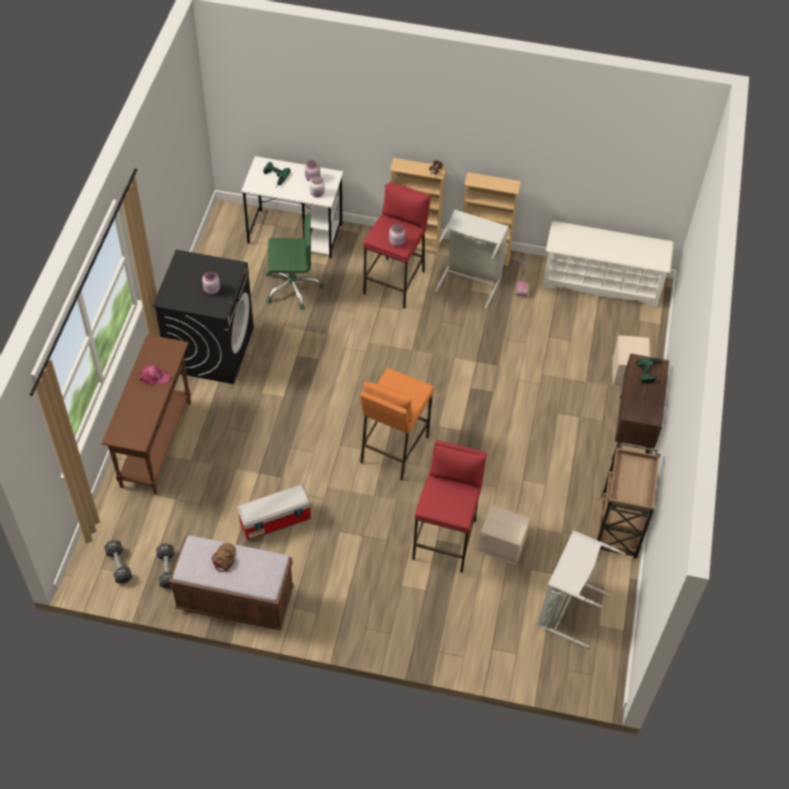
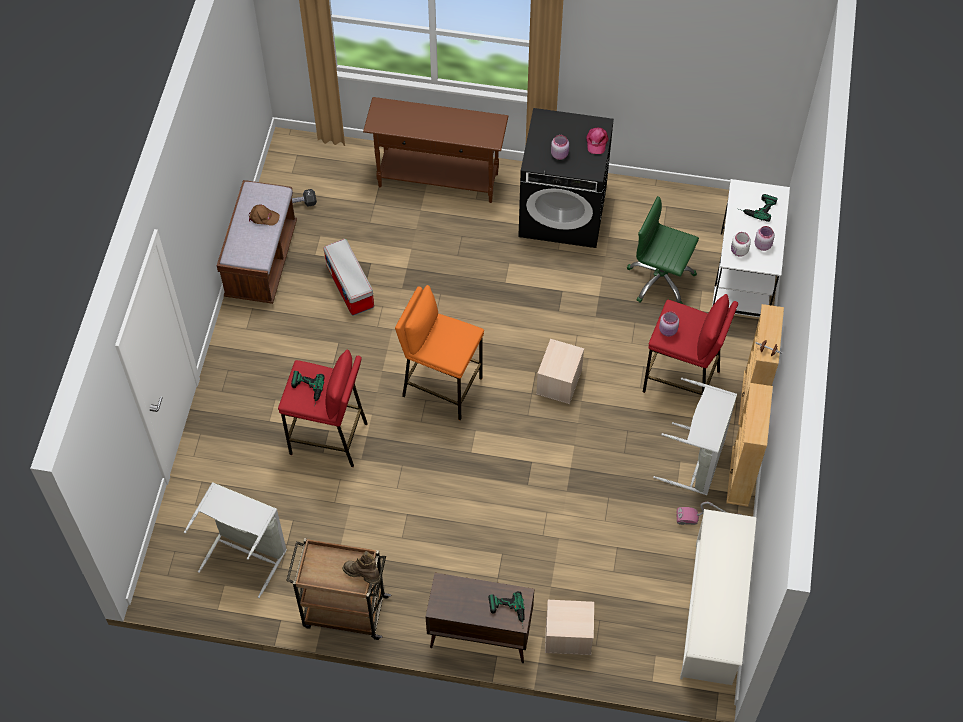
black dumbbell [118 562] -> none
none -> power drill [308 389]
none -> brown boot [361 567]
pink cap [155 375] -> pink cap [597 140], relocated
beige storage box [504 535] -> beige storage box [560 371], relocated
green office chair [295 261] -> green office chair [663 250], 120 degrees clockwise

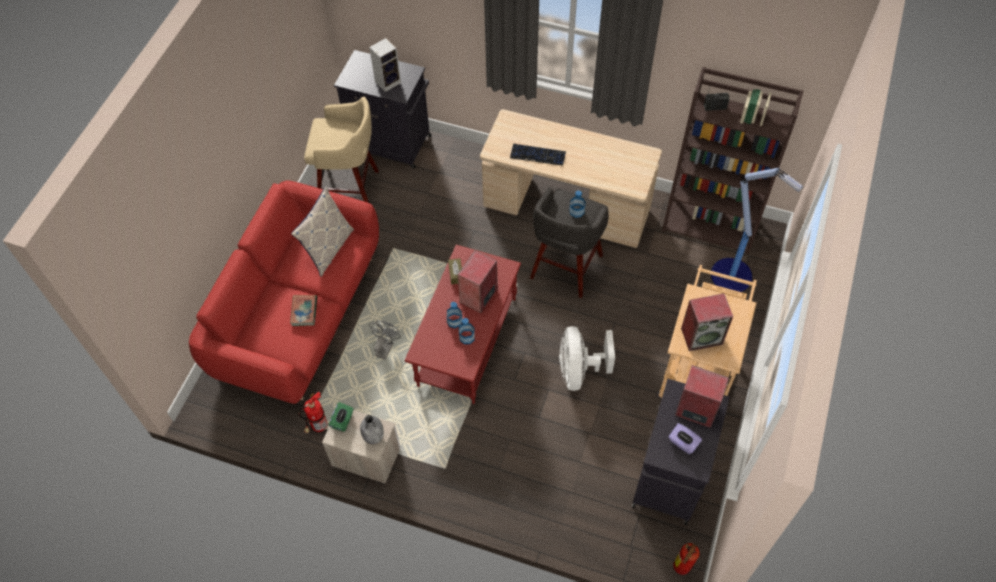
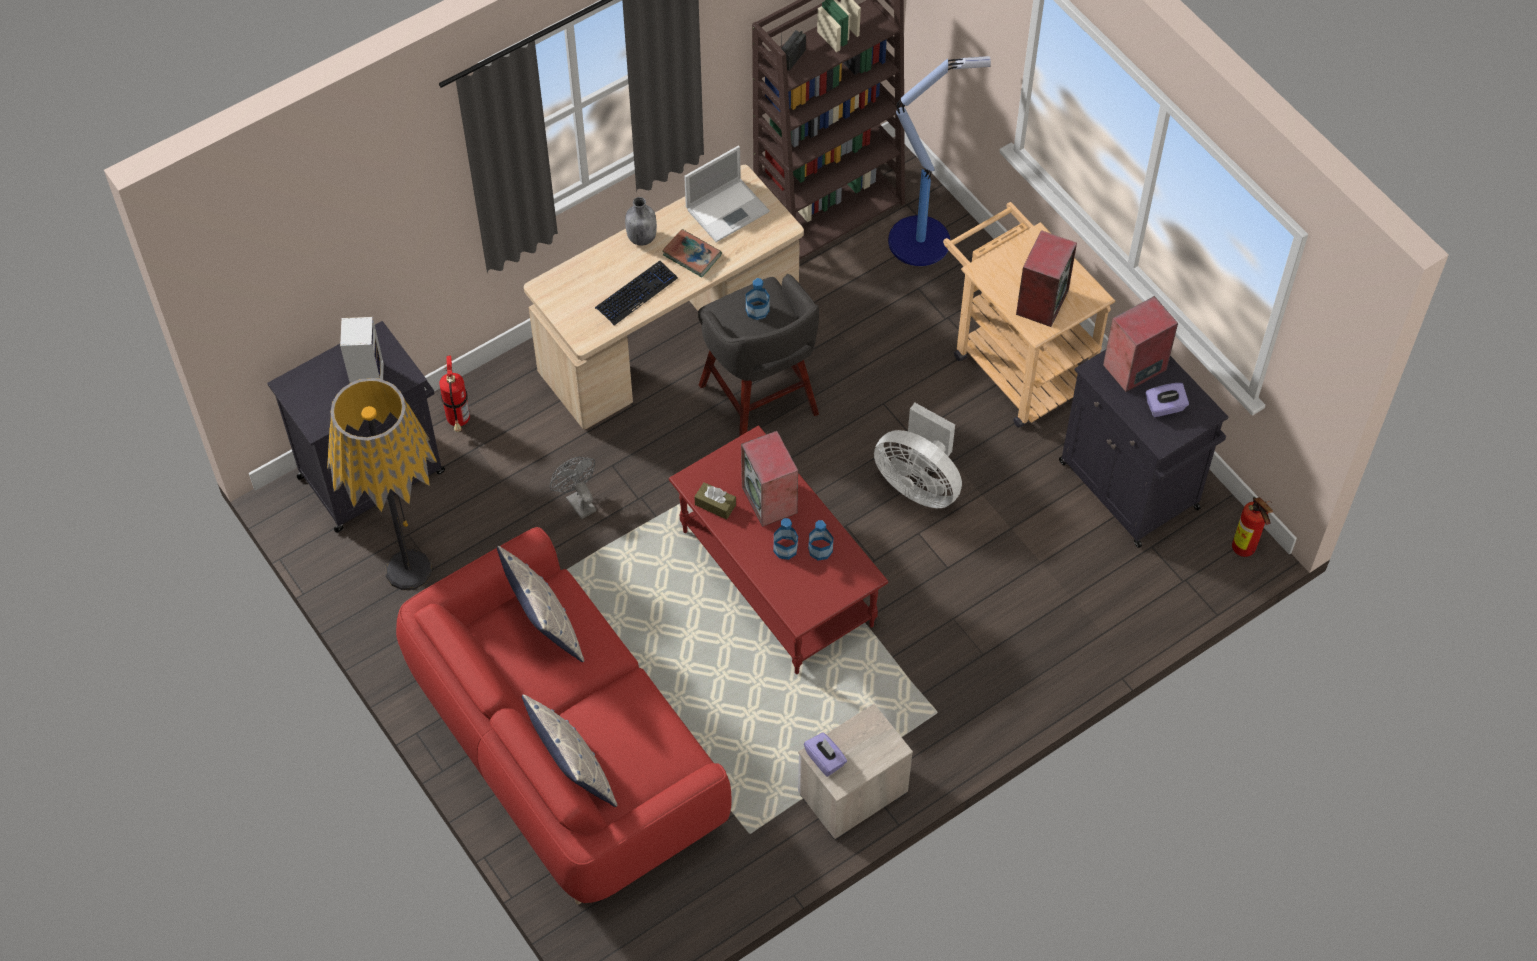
none -> pillow [569 751]
none -> laptop [727 194]
book [303 310] -> book [692 253], relocated
fire extinguisher [312 412] -> fire extinguisher [454 393], relocated
grey bottle [372 429] -> grey bottle [641 221], relocated
grey fan [385 340] -> grey fan [573 488], relocated
beige stool [341 149] -> floor lamp [382 484]
green tissue box [341 417] -> purple tissue box [825 754]

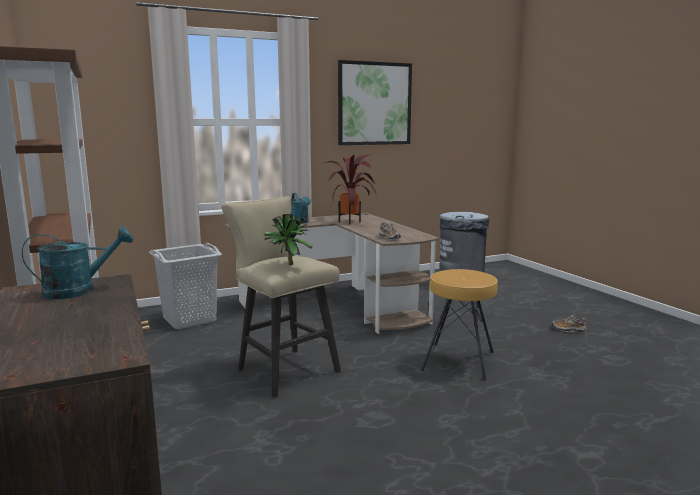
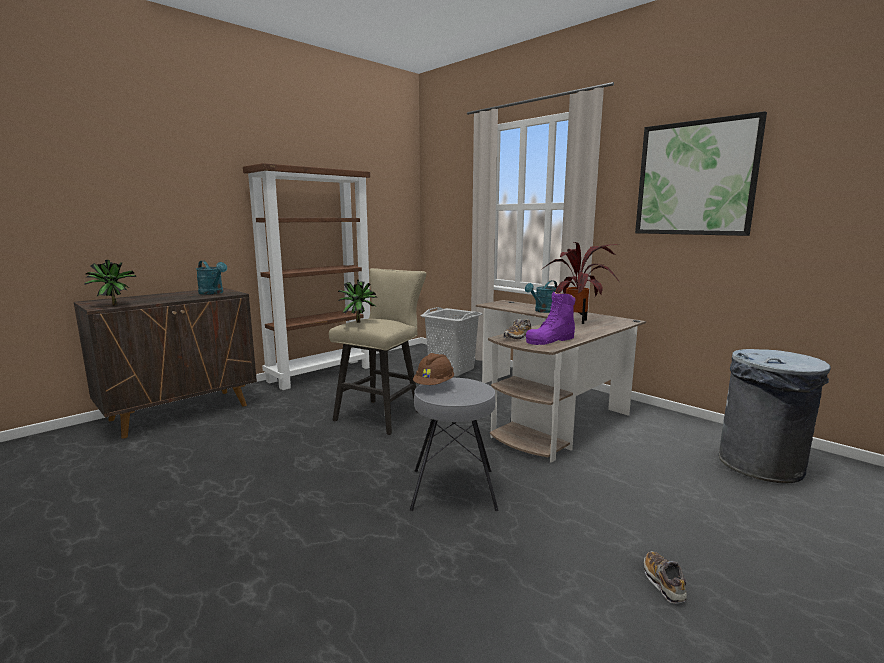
none -> potted plant [110 283]
none -> brown hard hat [433 369]
none -> purple boot [550 318]
brown stool [459 325] -> grey stool [454 444]

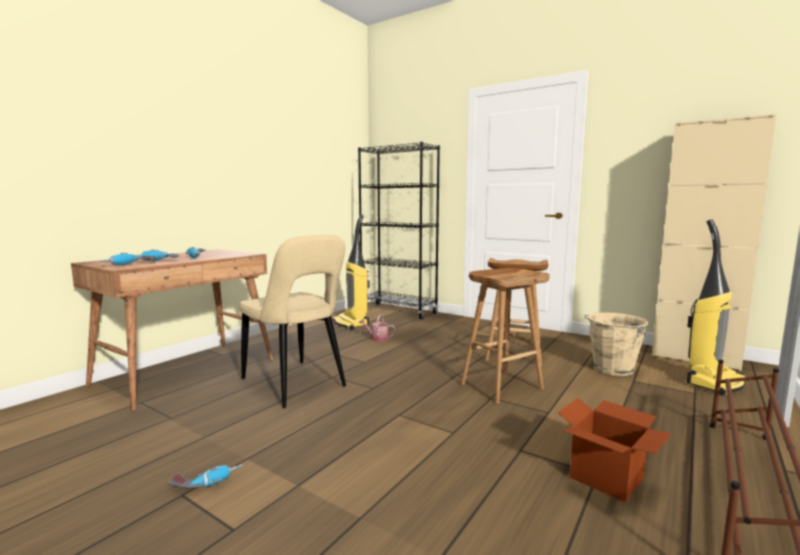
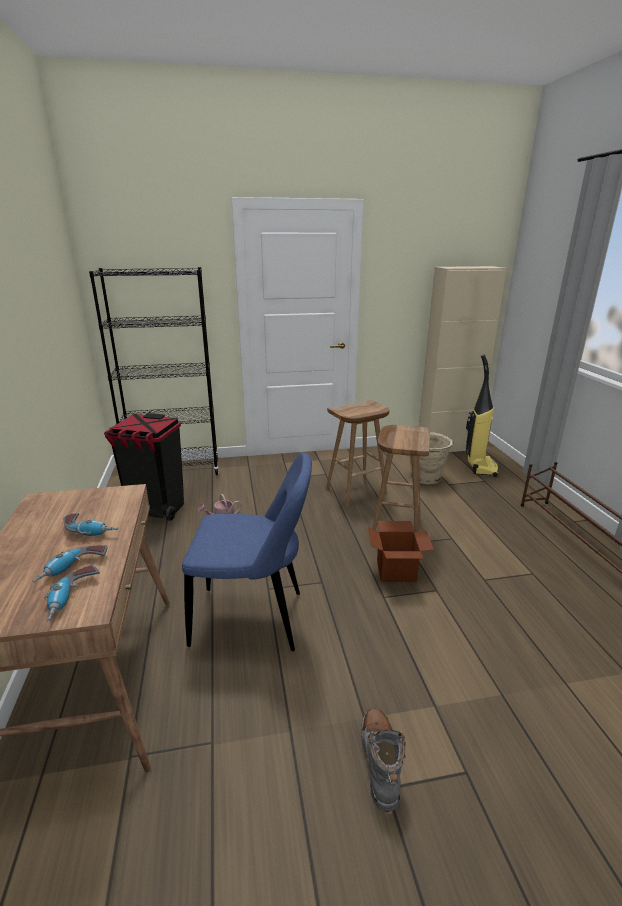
cardboard box [614 450] -> cardboard box [401 551], relocated
power drill [205 476] -> grey boot [383 760]
vacuum cleaner [351 272] -> black trash can [144 467]
beige chair [292 321] -> blue chair [247 552]

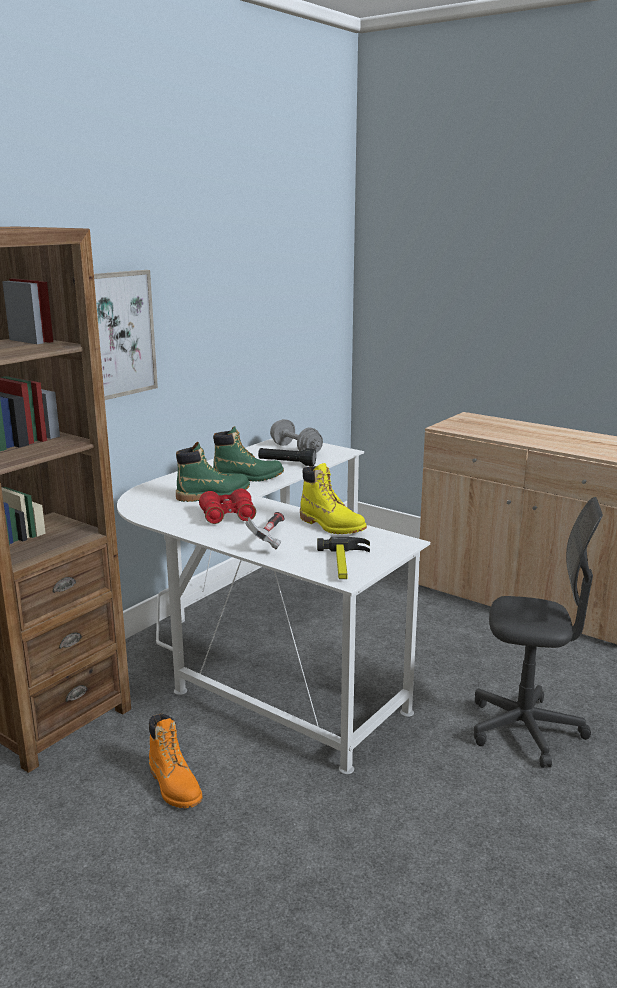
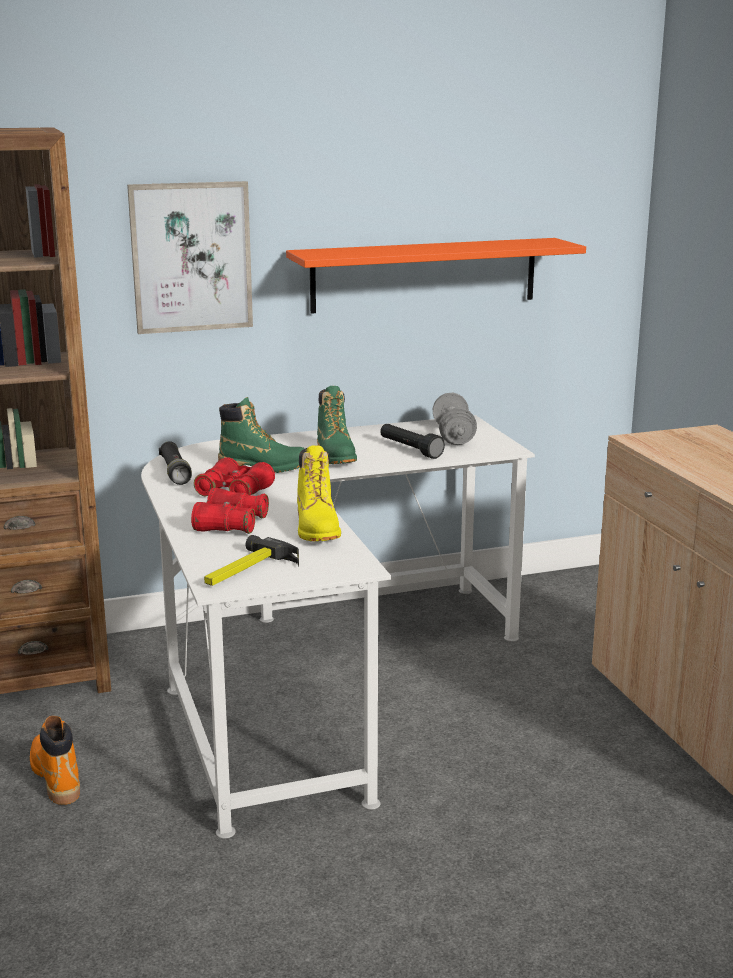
grey office chair [538 632] -> none
none -> black flashlight [175 463]
none -> orange shelf [436 276]
hammer [264 530] -> red binoculars [230 511]
orange boot [176 760] -> orange boot [55 760], 150 degrees clockwise
green boot [248 454] -> green boot [337 425], 45 degrees clockwise

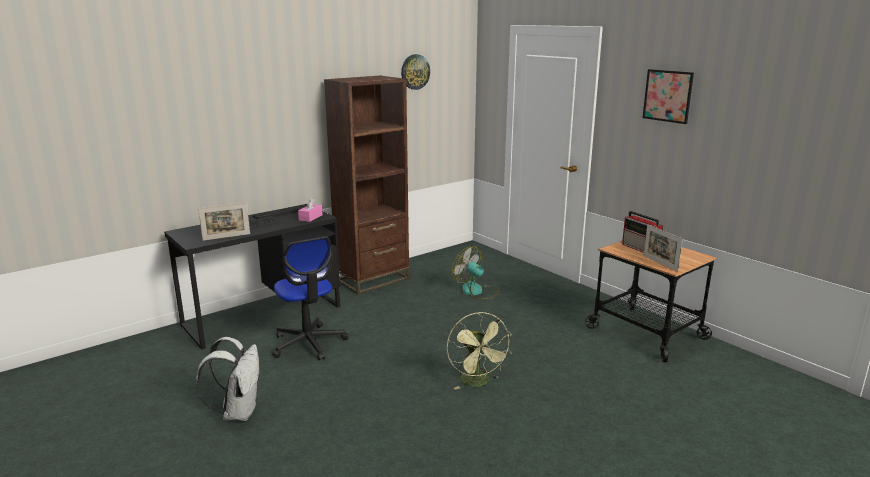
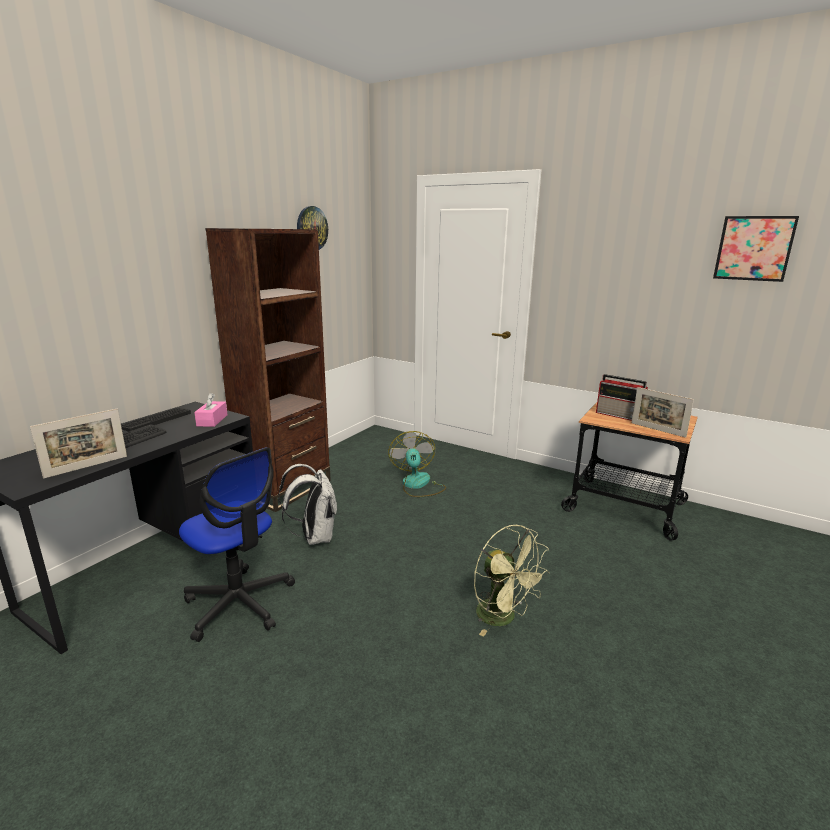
white backpack [228 379] -> white backpack [307 504], relocated
picture [668 96] -> picture [756 249], relocated
fan [475 273] -> fan [417 464], 60 degrees clockwise

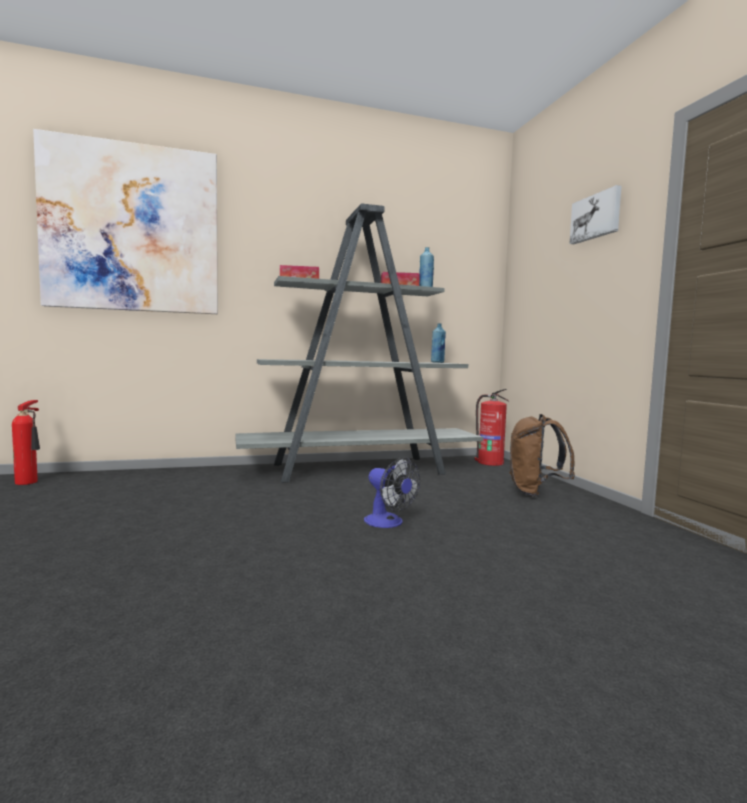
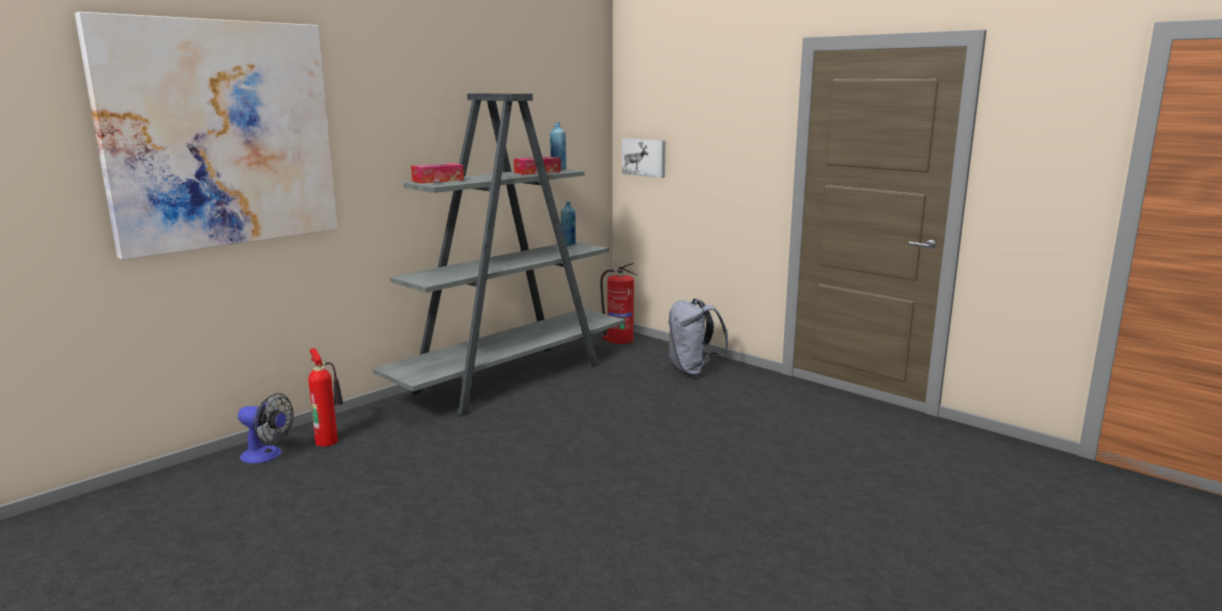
fire extinguisher [26 442] -> fire extinguisher [325 397], relocated
fan [392 492] -> fan [266 428], relocated
picture [595 214] -> picture [644 158], relocated
brown backpack [542 455] -> grey backpack [698 338]

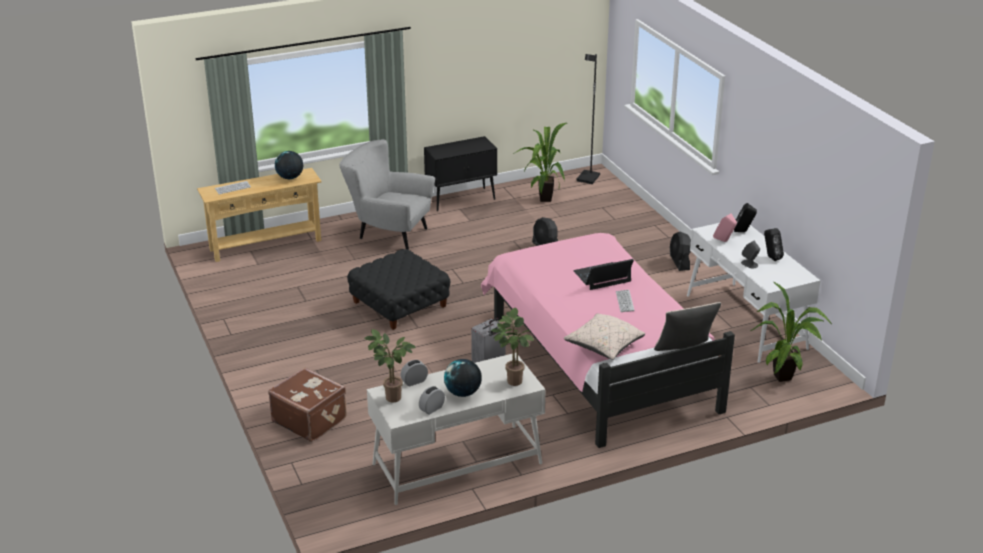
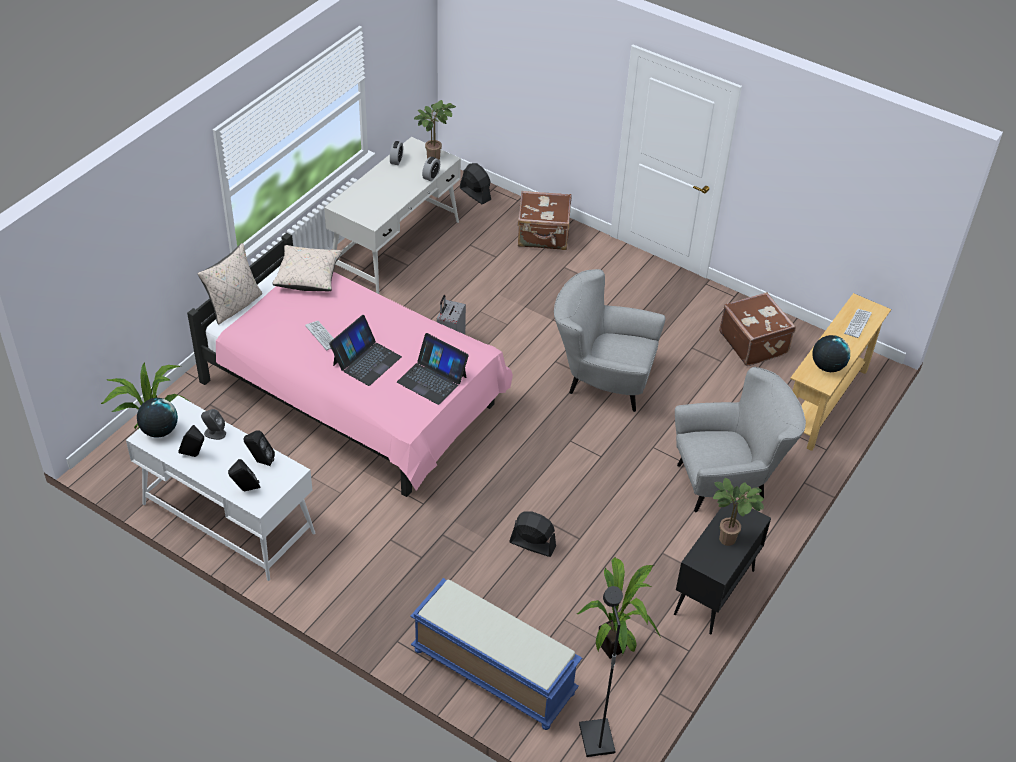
none -> laptop [433 369]
none -> blue bench [496 654]
none -> brown suitcase [757 329]
globe [462 378] -> globe [157 418], relocated
potted plant [512 347] -> potted plant [738 512], relocated
black fan [680 251] -> black fan [475 183], relocated
black ottoman [398 289] -> grey armchair [610 340]
pink speaker [725 227] -> black speaker [259 448]

